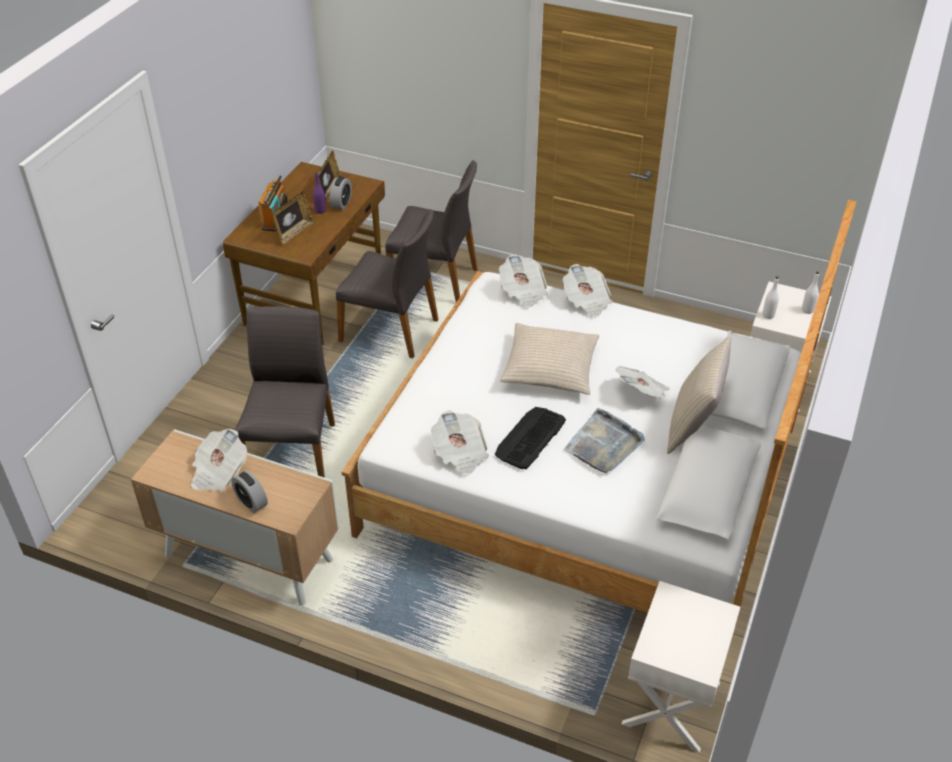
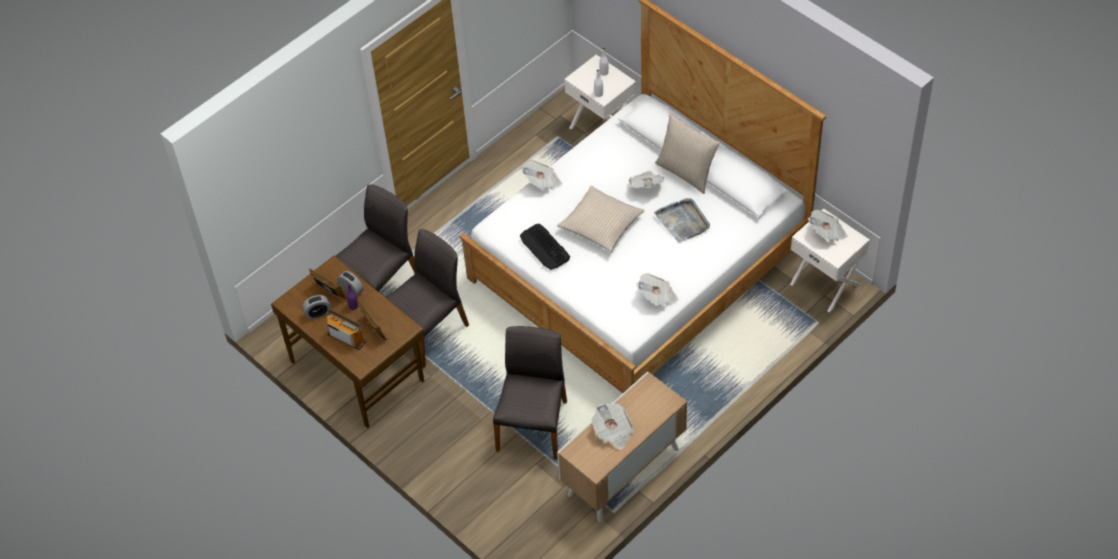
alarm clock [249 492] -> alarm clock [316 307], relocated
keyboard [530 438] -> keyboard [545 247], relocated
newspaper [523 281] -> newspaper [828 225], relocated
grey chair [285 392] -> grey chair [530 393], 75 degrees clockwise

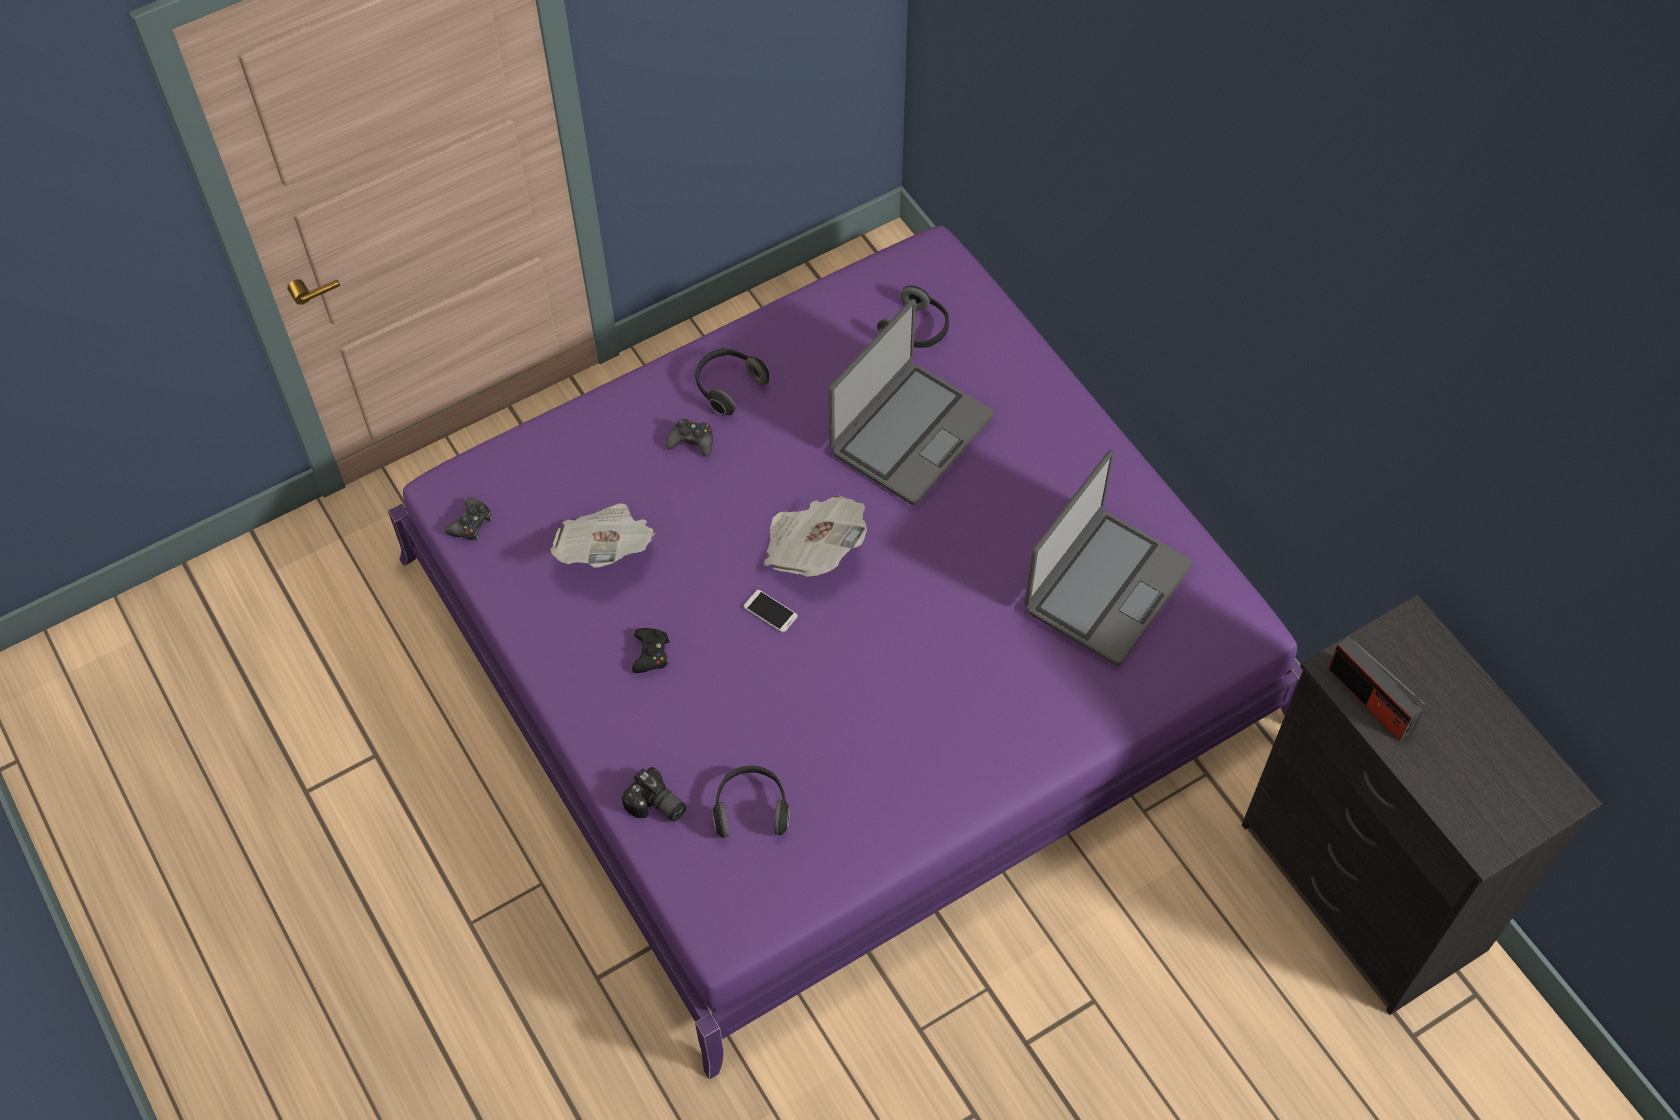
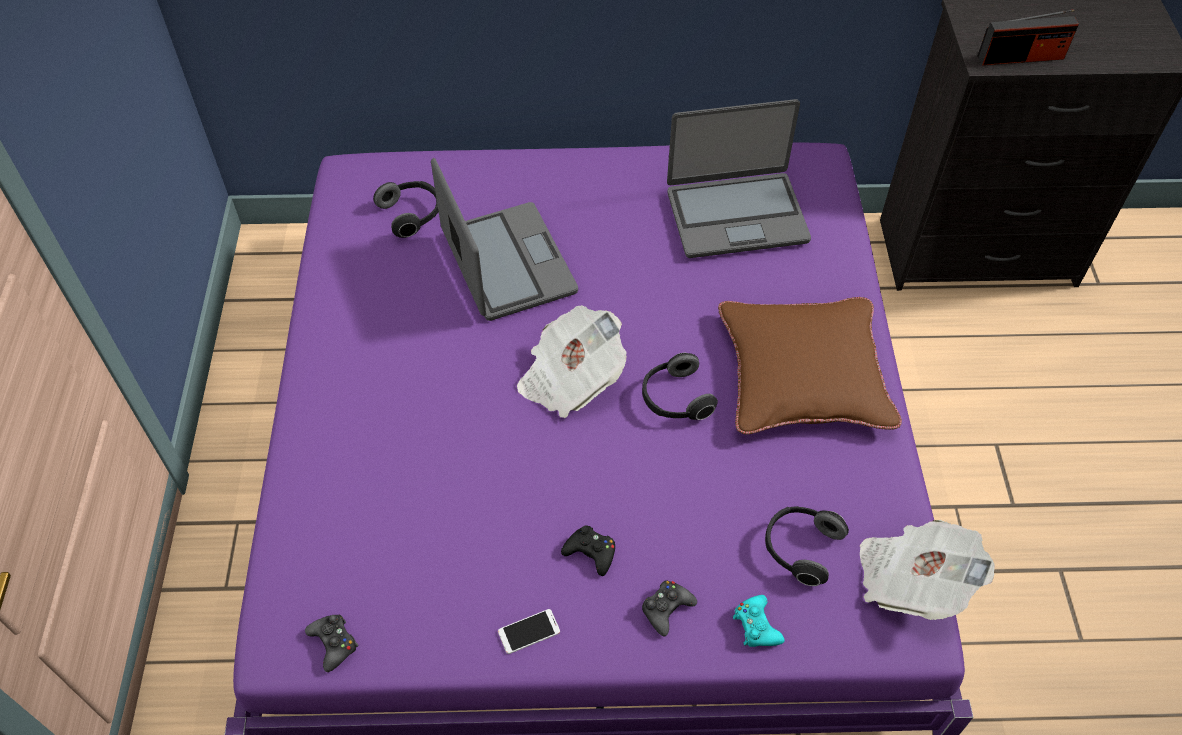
none -> brown pillow [810 365]
newspaper [603 535] -> newspaper [927 570], relocated
black game controller [689 438] -> black game controller [669 608], relocated
headphones [732 381] -> headphones [680 386], relocated
phone [770 611] -> phone [529 631], relocated
photo camera [654 794] -> turquoise game controller [758 621]
laptop [1109 558] -> laptop [739 178], 105 degrees clockwise

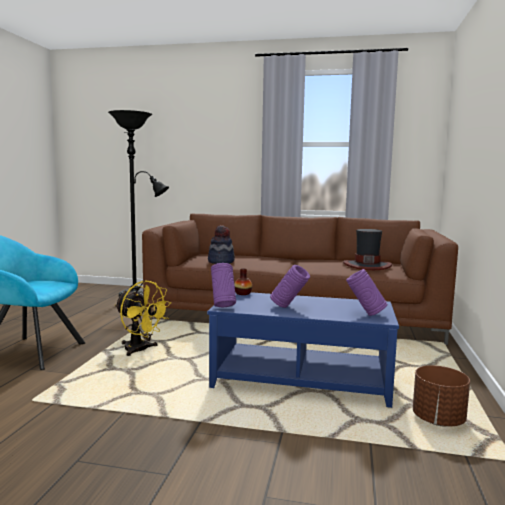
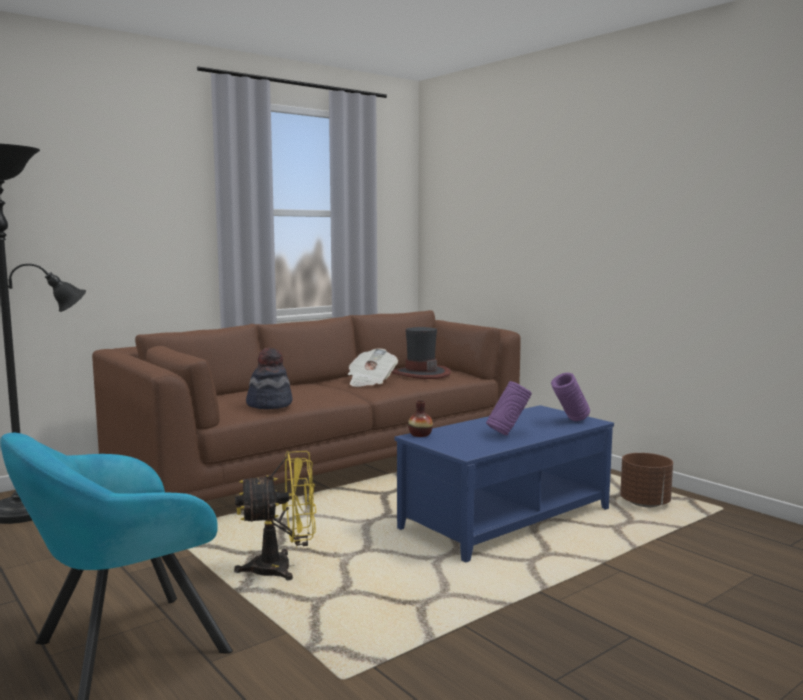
purple vase [223 285] -> none
none -> newspaper [373 367]

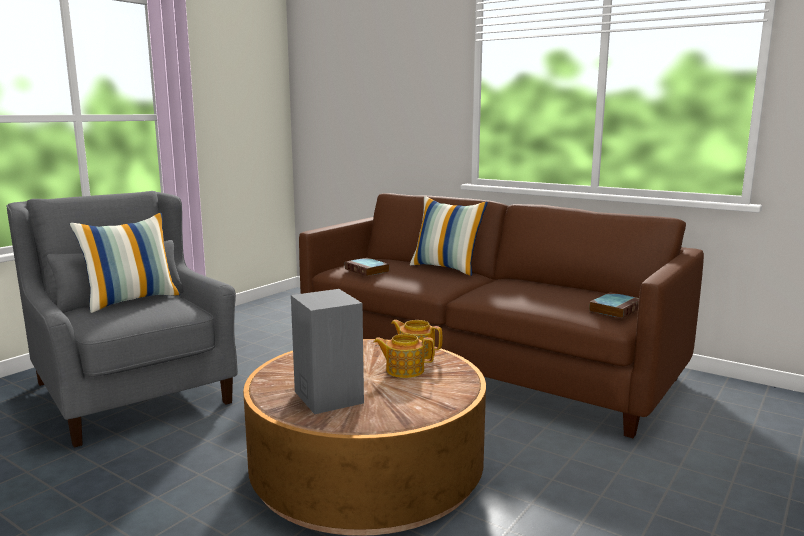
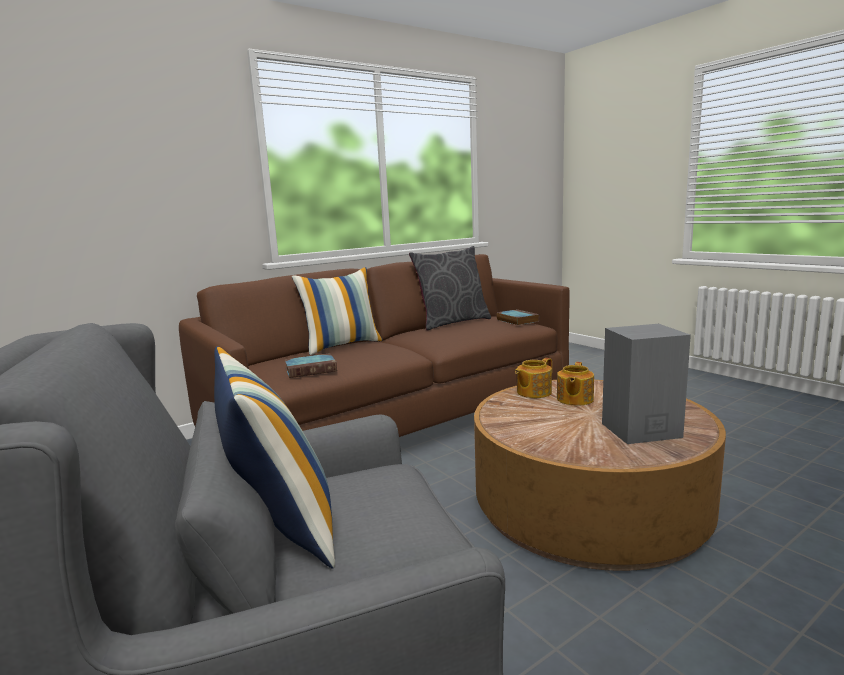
none -> grey pillow [450 288]

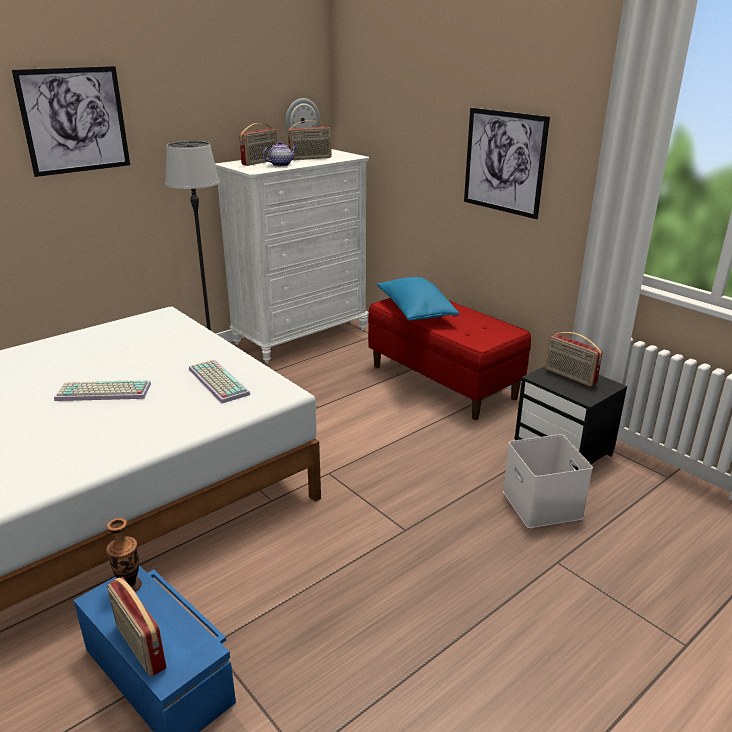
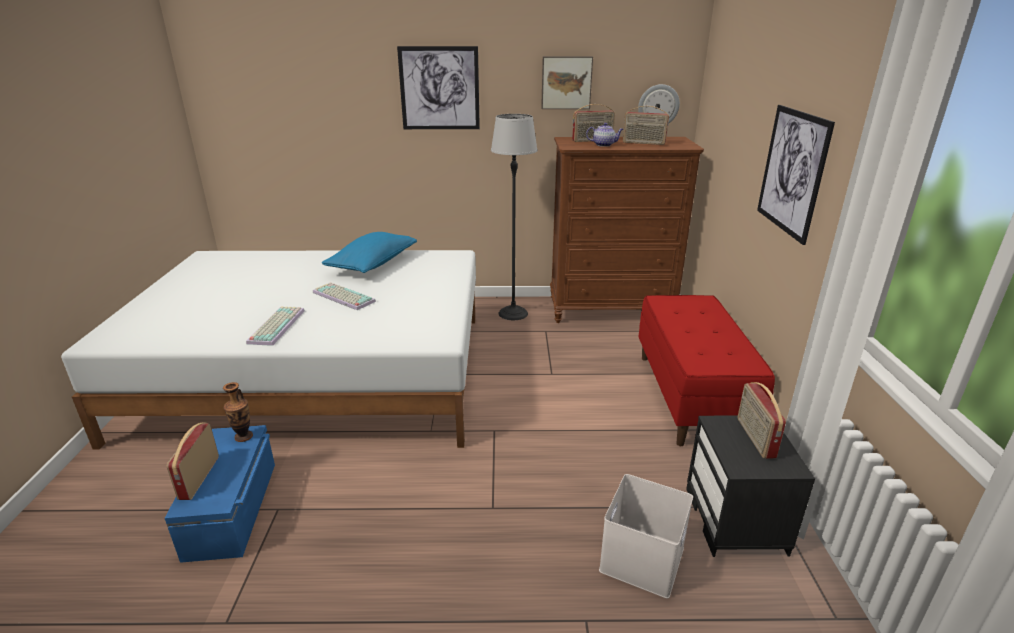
none -> picture [567 82]
keyboard [219 381] -> keyboard [275 326], relocated
blue pillow [418 299] -> blue pillow [369 252], relocated
white dresser [292 256] -> brown dresser [627 230]

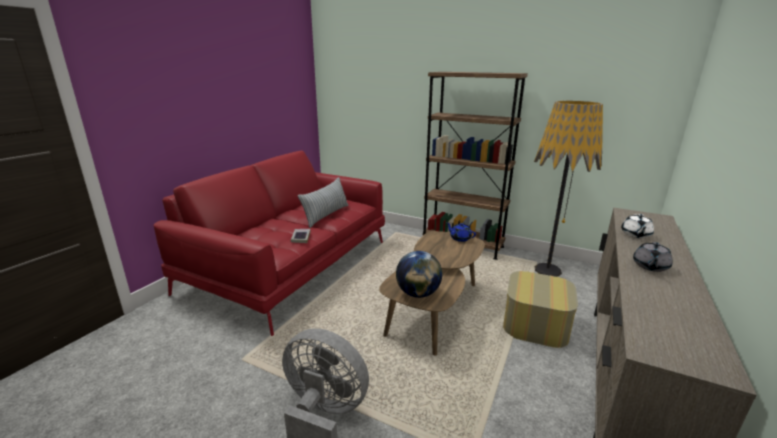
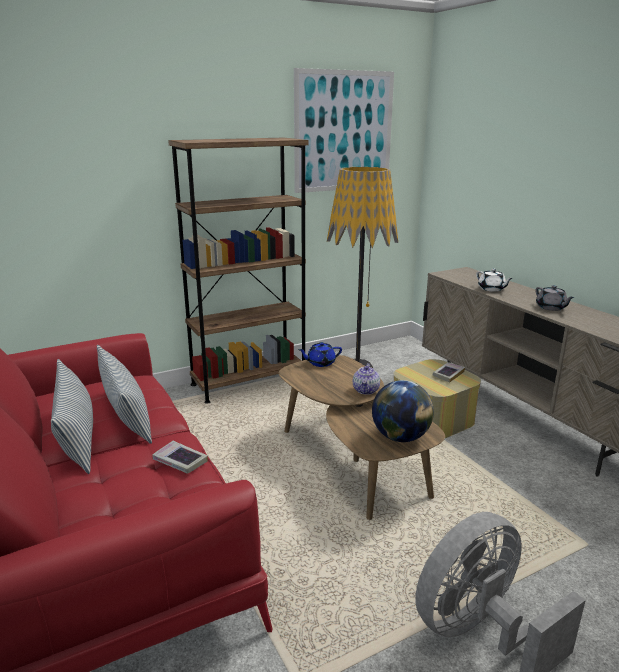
none -> pillow [72 416]
none -> picture [344 130]
none -> teapot [366 379]
none -> book [449 372]

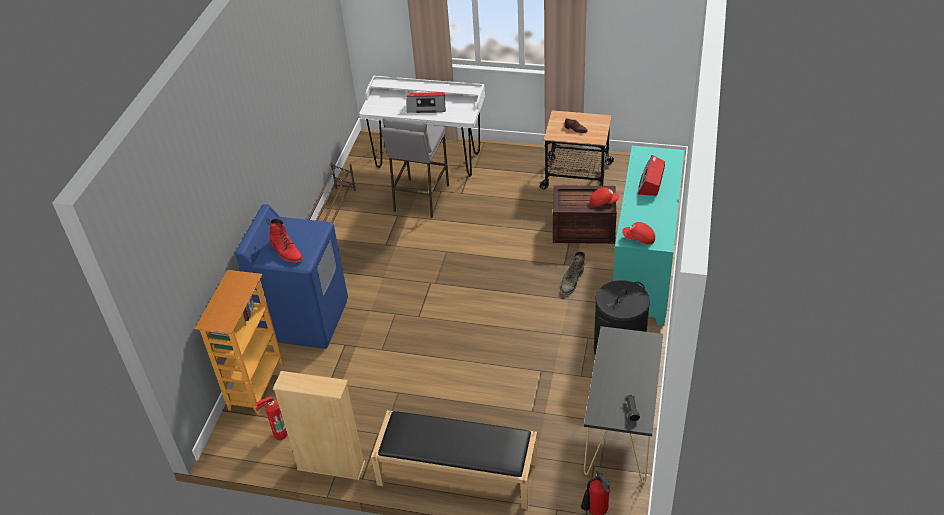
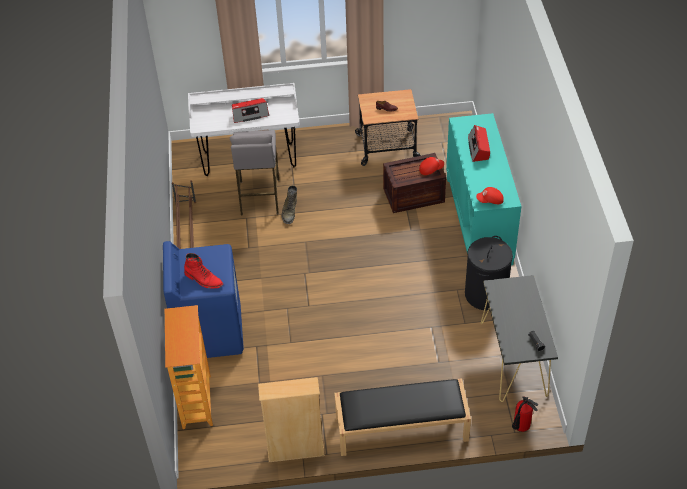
fire extinguisher [271 418] -> none
green boot [572 273] -> green boot [289 204], relocated

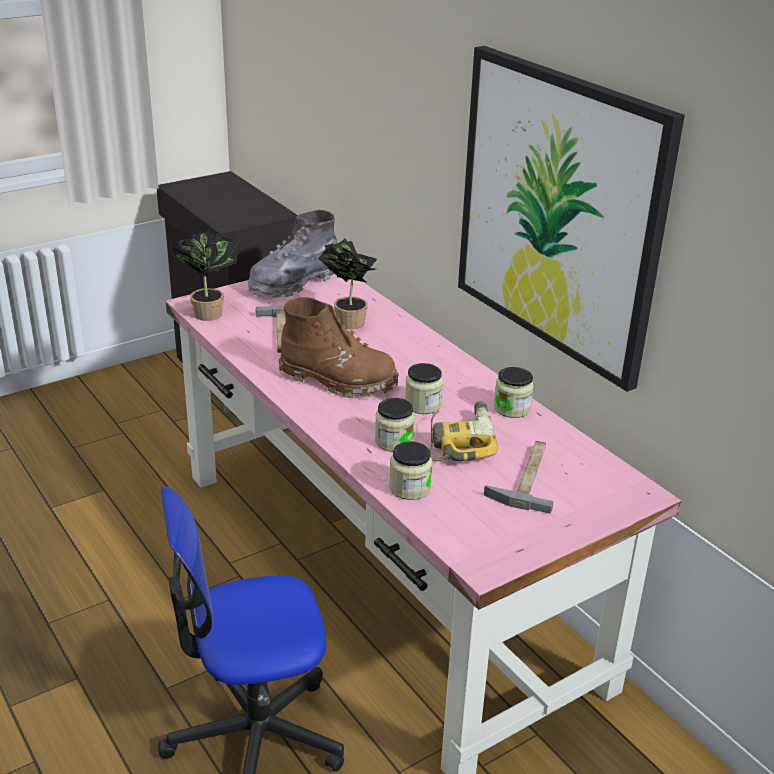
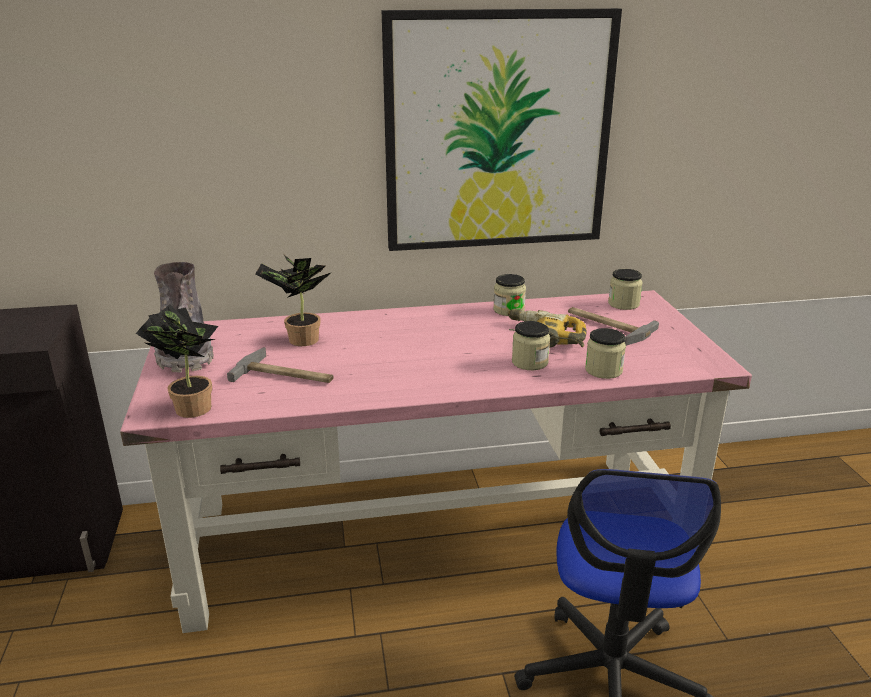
brown boot [339 347] -> none
jar [424 388] -> jar [625 289], relocated

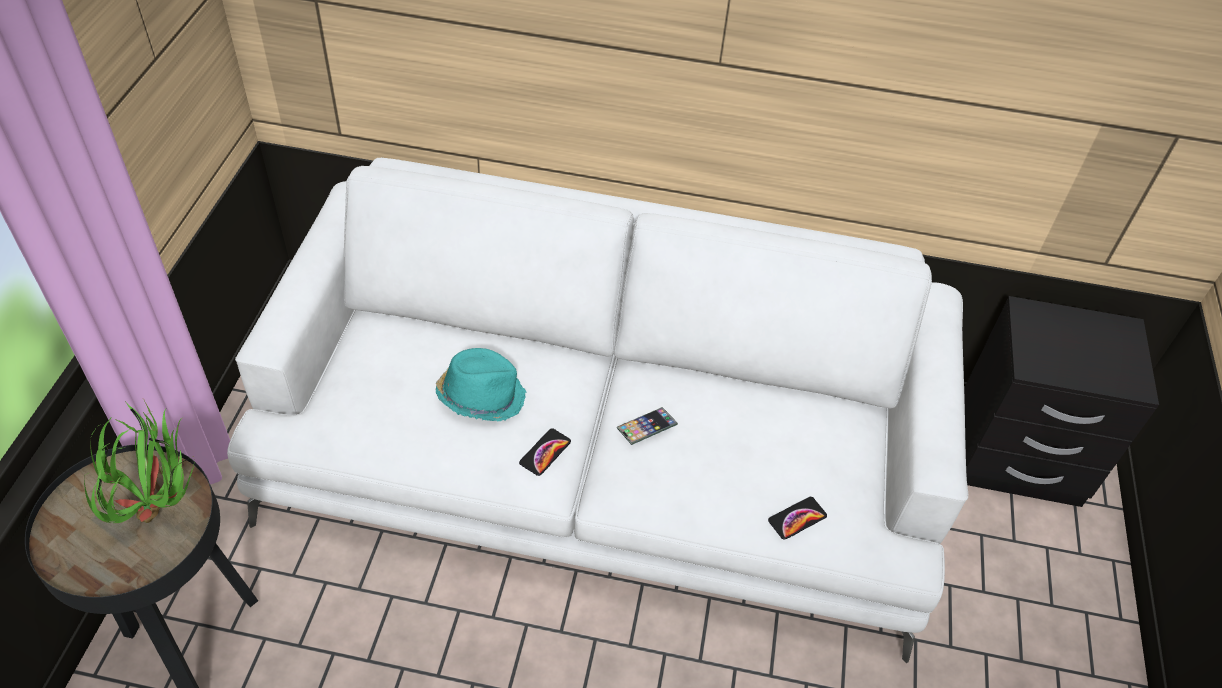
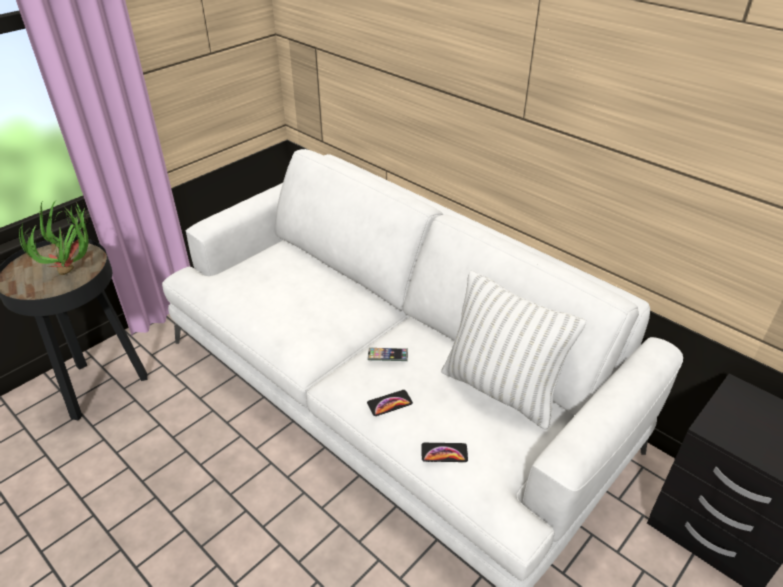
turquoise hat [481 384] -> none
none -> white pillow [514 350]
phone [545 452] -> phone [390 403], relocated

